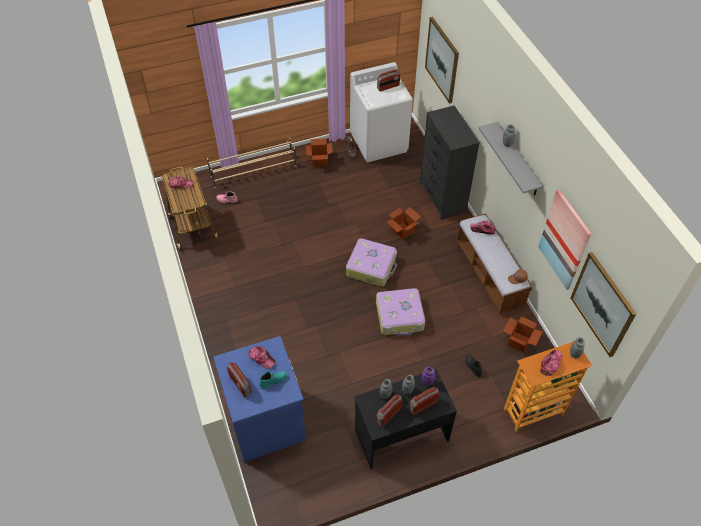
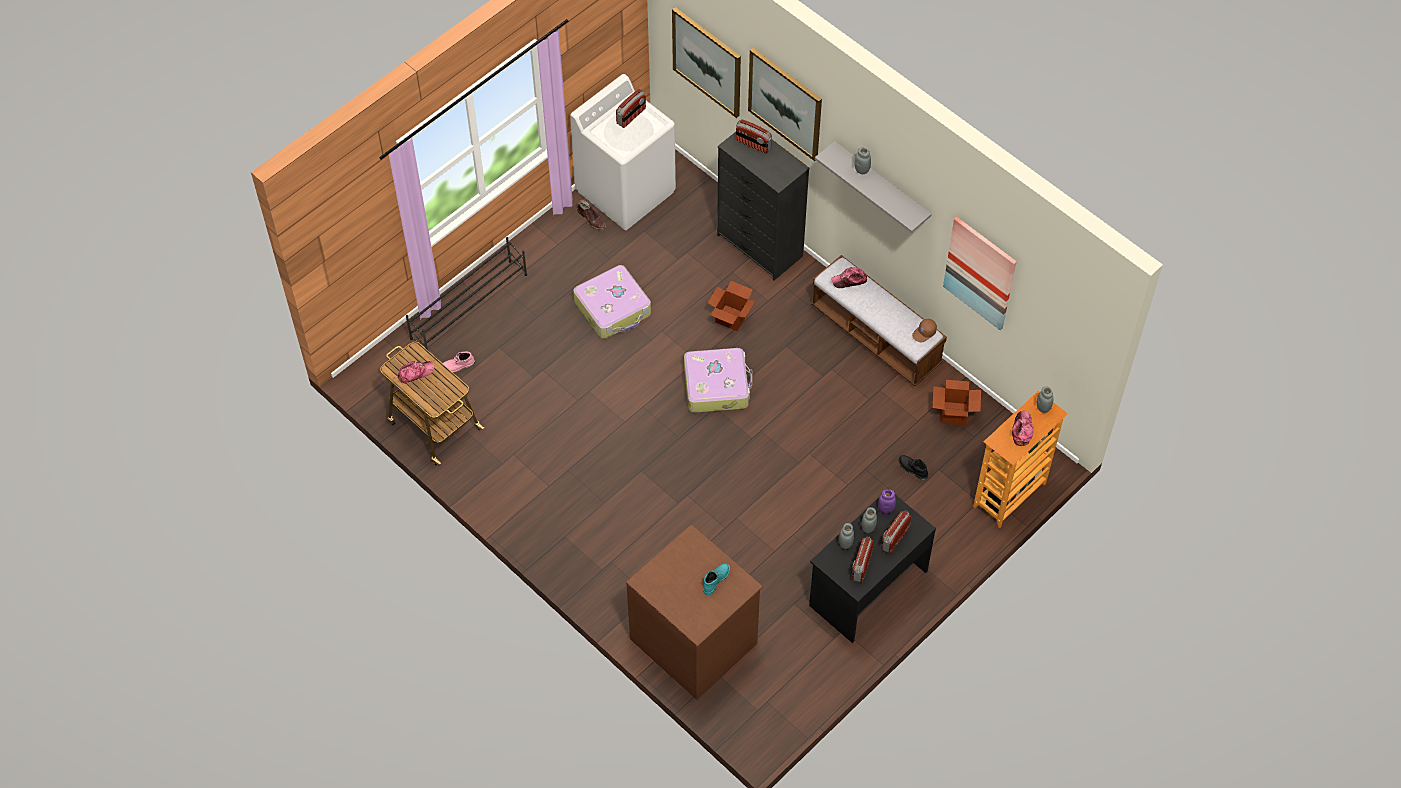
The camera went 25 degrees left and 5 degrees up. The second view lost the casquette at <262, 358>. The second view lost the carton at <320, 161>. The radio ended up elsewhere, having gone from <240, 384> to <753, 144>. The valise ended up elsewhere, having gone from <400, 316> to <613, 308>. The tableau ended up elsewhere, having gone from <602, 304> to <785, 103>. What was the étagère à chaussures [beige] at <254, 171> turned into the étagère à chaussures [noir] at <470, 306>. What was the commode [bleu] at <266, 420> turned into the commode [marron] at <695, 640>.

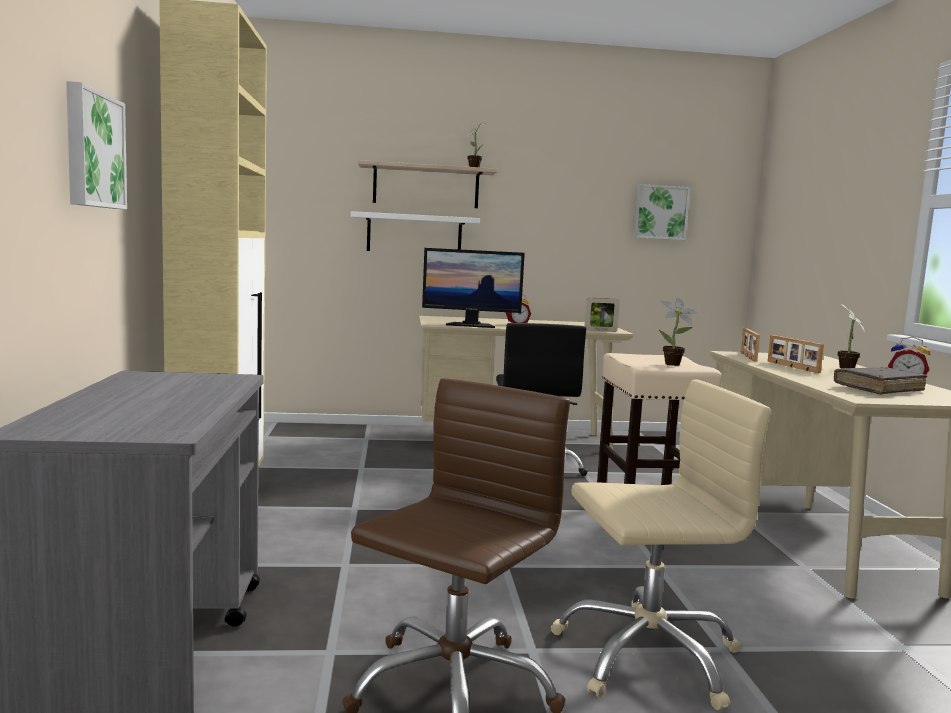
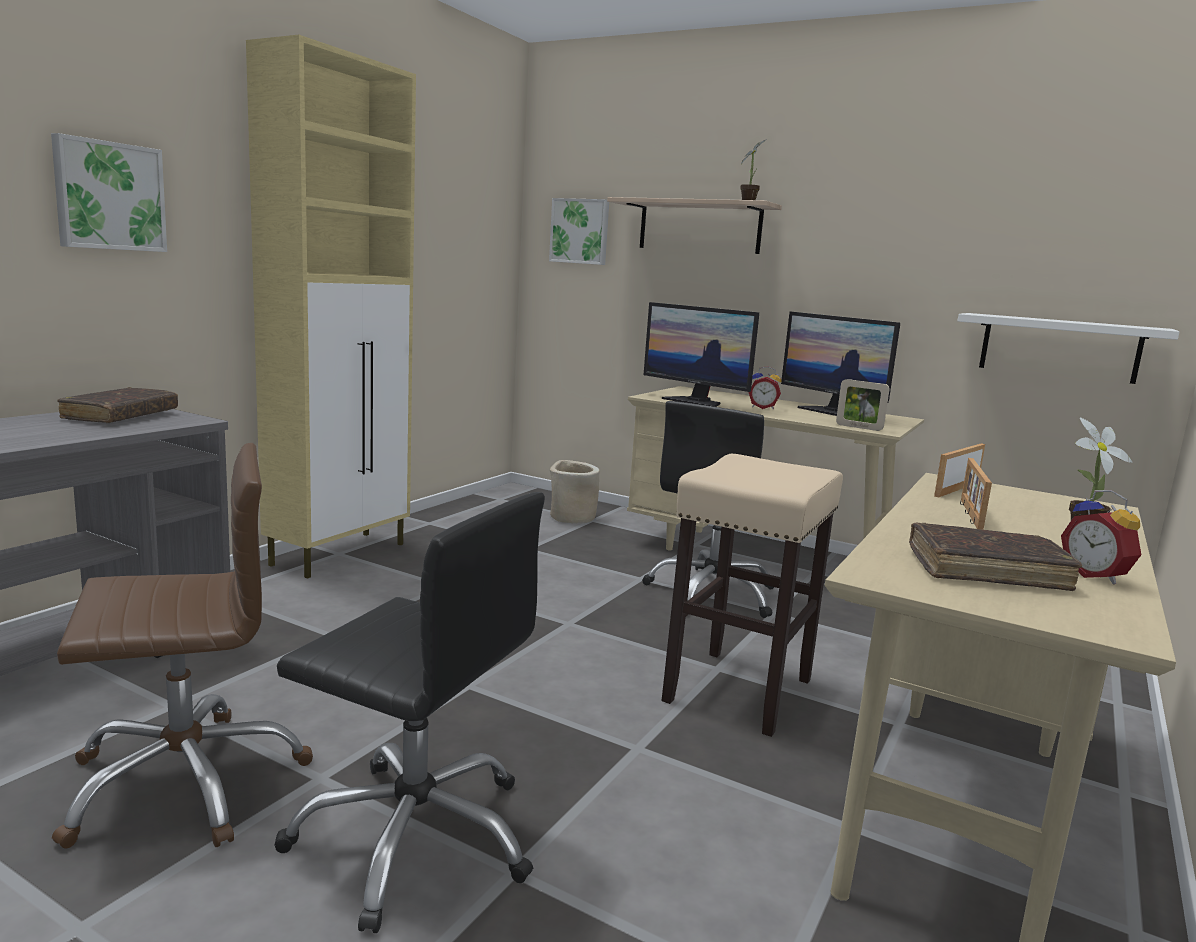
The camera went 35 degrees right and 5 degrees up. The second view lost the plante en pot at <674, 365>. The second view gained the livre [marron] at <121, 416>. The second view gained the cache-pot [beige] at <571, 517>. The second view gained the écran d'ordinateur at <832, 412>. The étagère [blanc] ended up elsewhere, having gone from <414, 234> to <1059, 348>. The tableau ended up elsewhere, having gone from <660, 212> to <580, 231>. What was the chaise de bureau [beige] at <647, 655> turned into the chaise de bureau [noir] at <415, 836>.

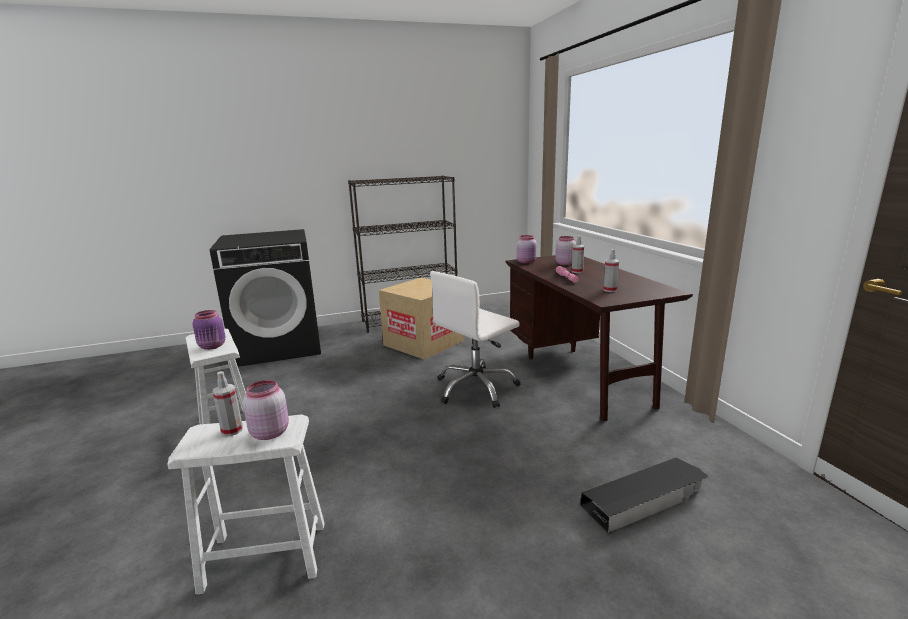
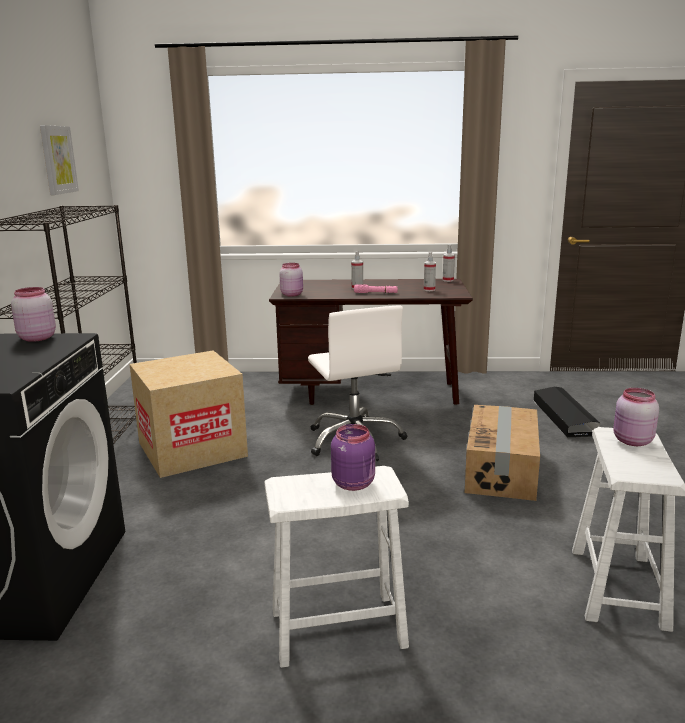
The camera went 70 degrees left and 0 degrees up. The second view gained the tableau at <58, 160>. The second view gained the carton at <502, 469>. The vaporisateur ended up elsewhere, having gone from <232, 430> to <448, 280>. The bocal [rose] ended up elsewhere, having gone from <565, 263> to <36, 338>.

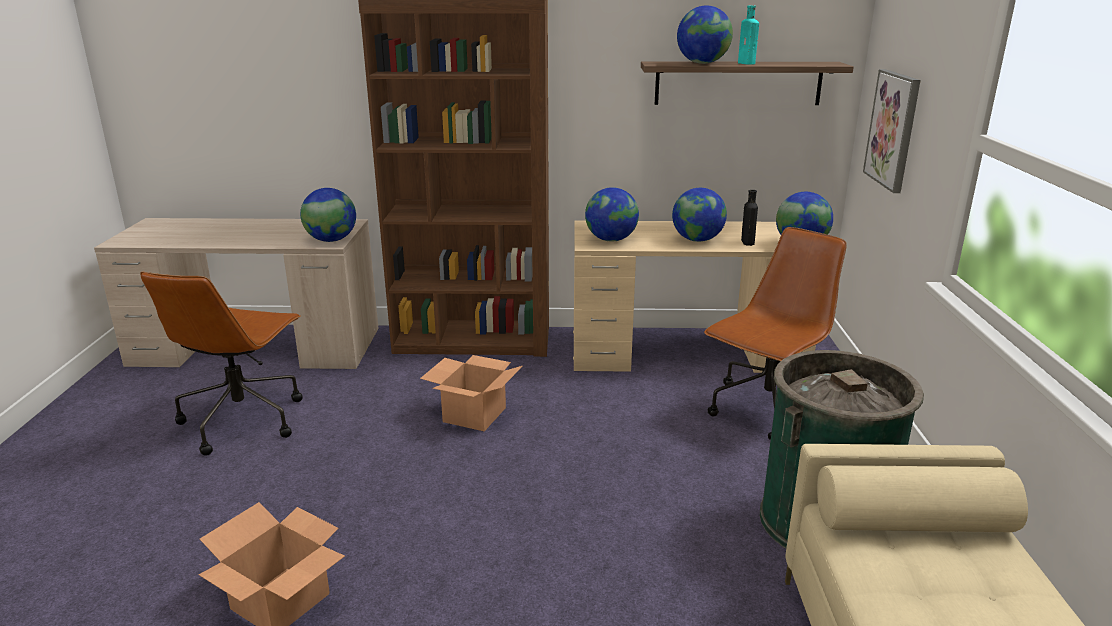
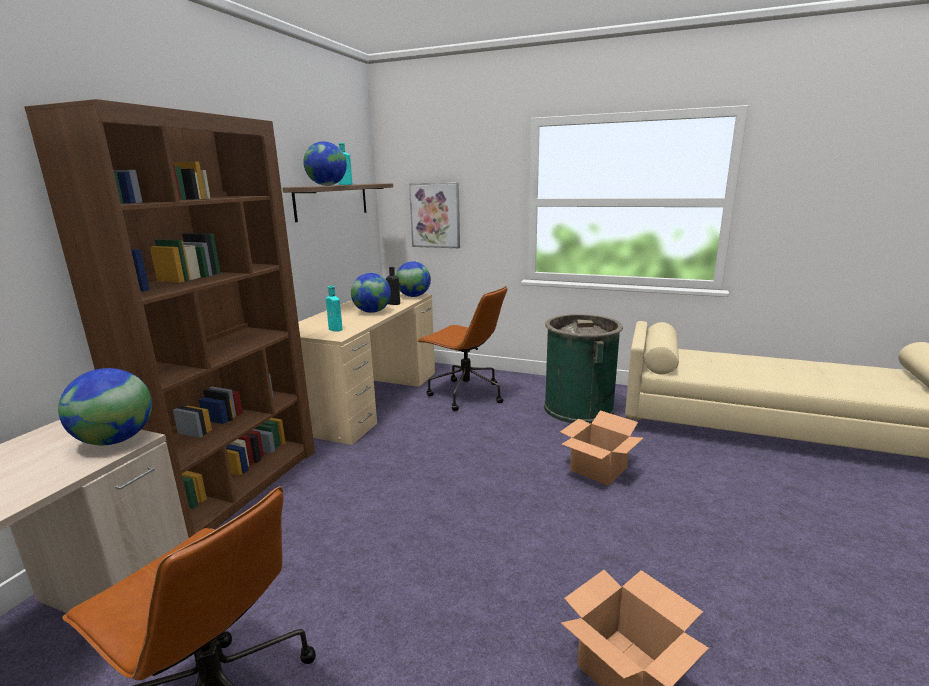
The camera went 70 degrees left and 5 degrees down. The carton ended up elsewhere, having gone from <474, 415> to <599, 469>. Where the globe stood at <611, 240>, the bouteille [turquoise] came to stand at <336, 329>. The chaise de bureau [marron] at <766, 411> ended up facing another way, 150 degrees clockwise from before.

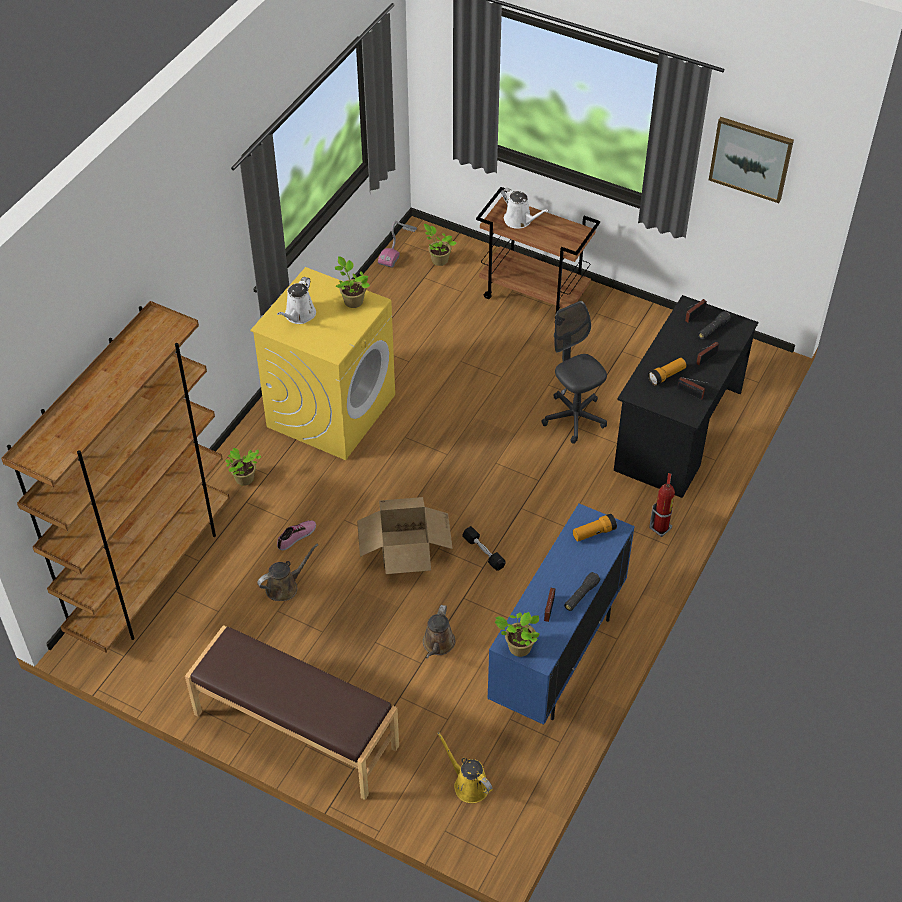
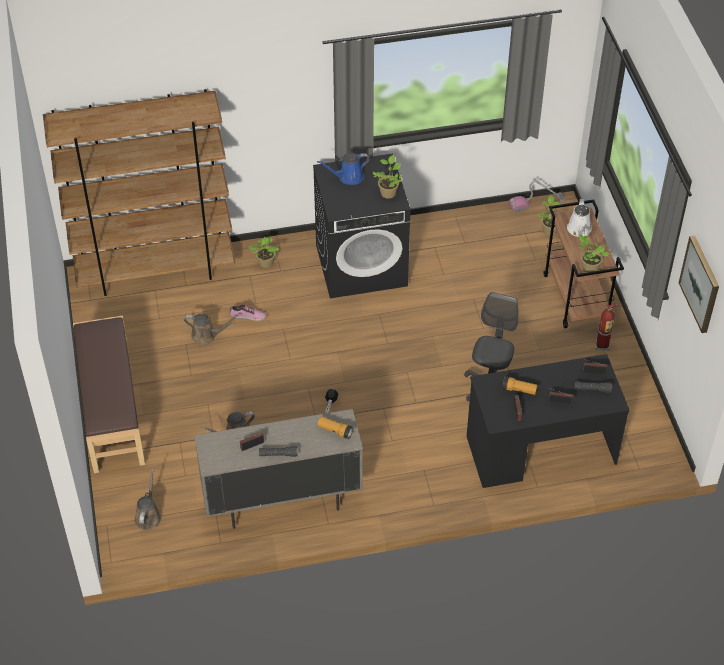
The camera went 50 degrees right and 0 degrees up. The second view lost the carton at <405, 548>. The plante en pot ended up elsewhere, having gone from <518, 648> to <588, 267>. The extincteur ended up elsewhere, having gone from <660, 528> to <602, 345>. What was the lave-linge [jaune] at <331, 410> turned into the lave-linge [noir] at <362, 265>. What was the arrosoir [blanc] at <299, 315> turned into the arrosoir [bleu] at <348, 177>. What was the arrosoir [jaune] at <468, 784> turned into the arrosoir [marron] at <148, 516>. What was the meuble de rangement [bleu] at <557, 659> turned into the meuble de rangement [beige] at <282, 502>.

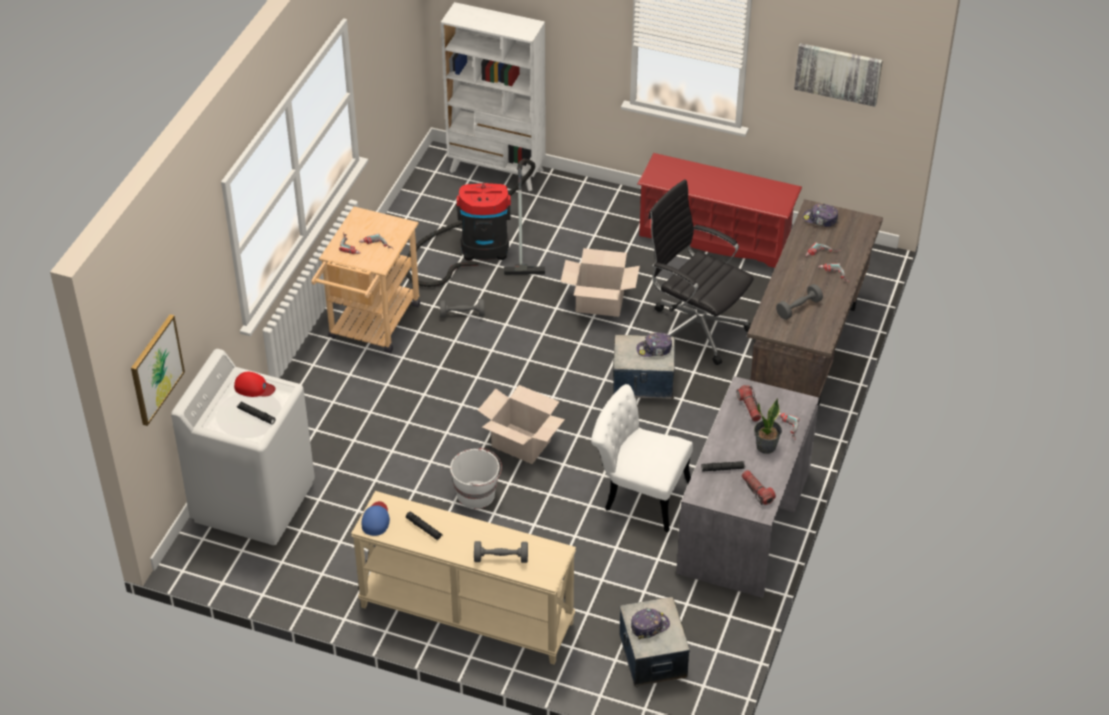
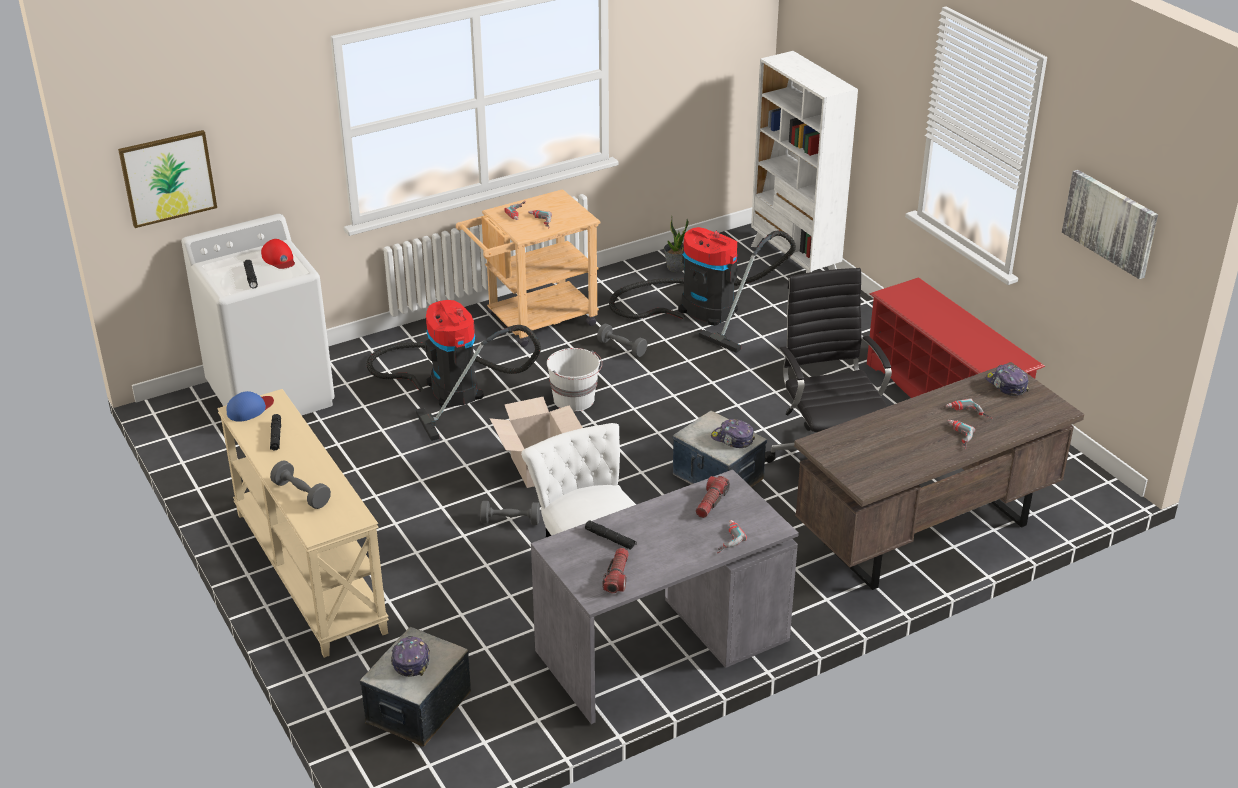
The camera went 40 degrees right and 10 degrees down. The second view lost the carton at <600, 302>. The second view gained the aspirateur at <450, 387>. The seau [blanc] ended up elsewhere, having gone from <476, 494> to <574, 400>. The plante en pot ended up elsewhere, having gone from <766, 446> to <675, 267>. The haltère [gris] ended up elsewhere, having gone from <798, 308> to <510, 521>. The casquette at <649, 626> ended up facing another way, 105 degrees counterclockwise from before.

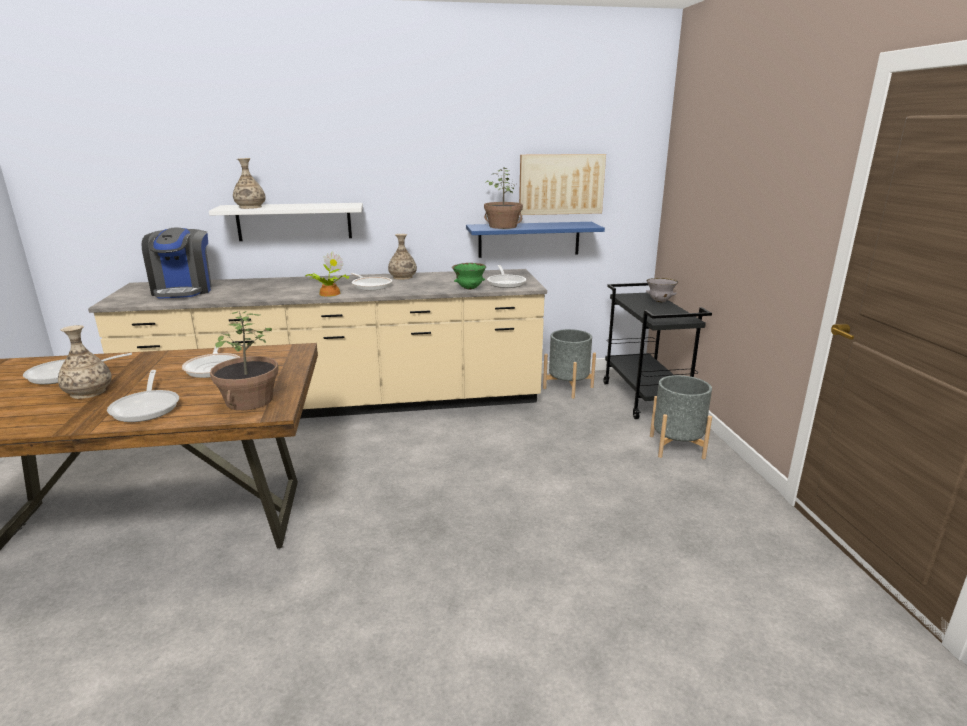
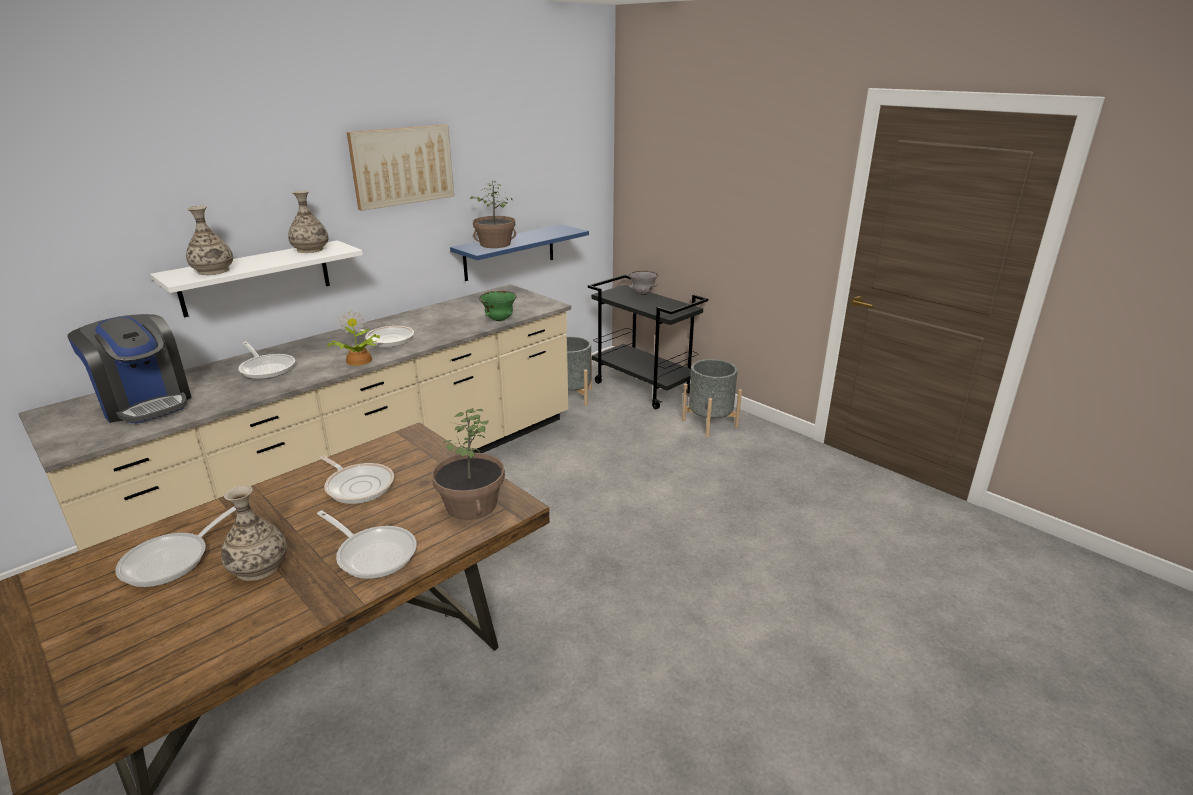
The camera went 35 degrees left and 5 degrees up. The vase ended up elsewhere, having gone from <403, 277> to <310, 249>. The poêle ended up elsewhere, having gone from <506, 283> to <267, 368>. The tableau ended up elsewhere, having gone from <561, 184> to <402, 166>.

